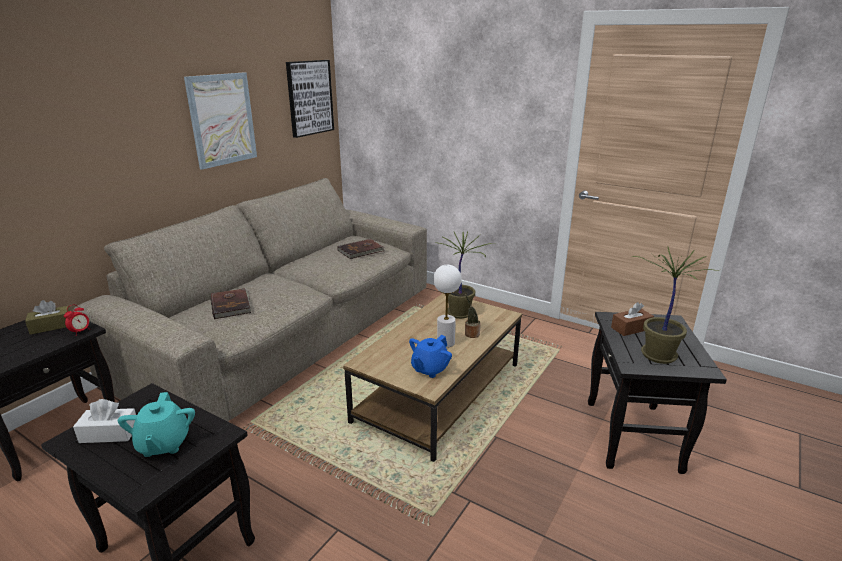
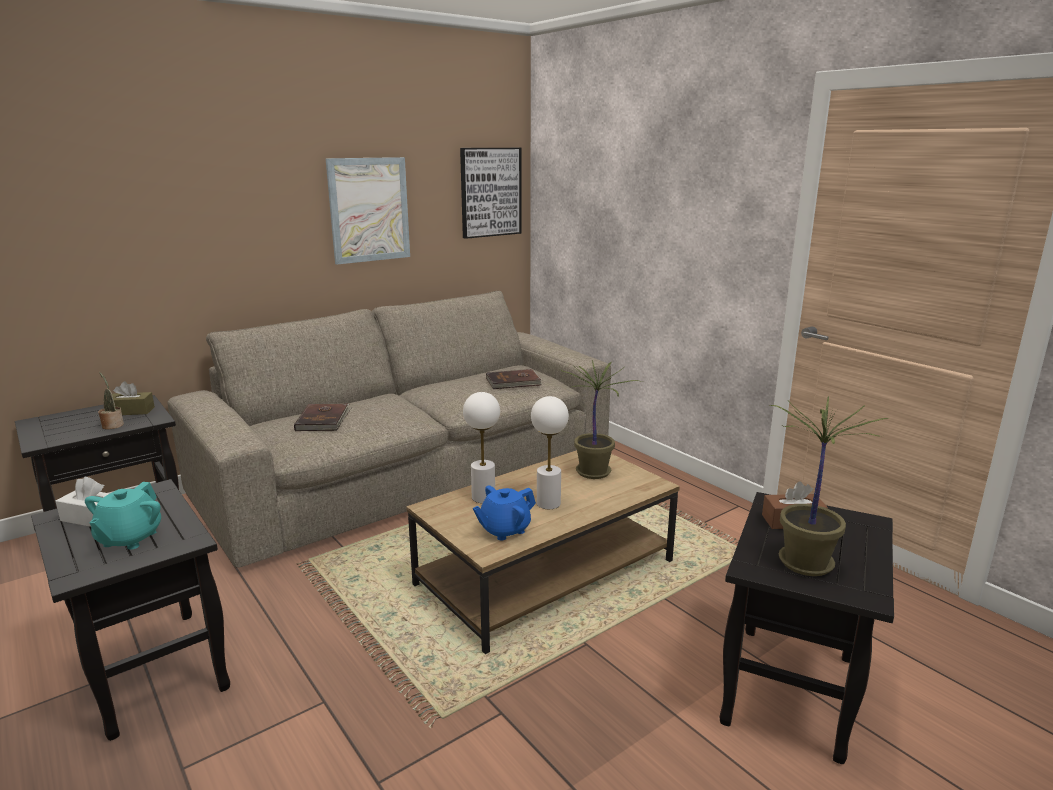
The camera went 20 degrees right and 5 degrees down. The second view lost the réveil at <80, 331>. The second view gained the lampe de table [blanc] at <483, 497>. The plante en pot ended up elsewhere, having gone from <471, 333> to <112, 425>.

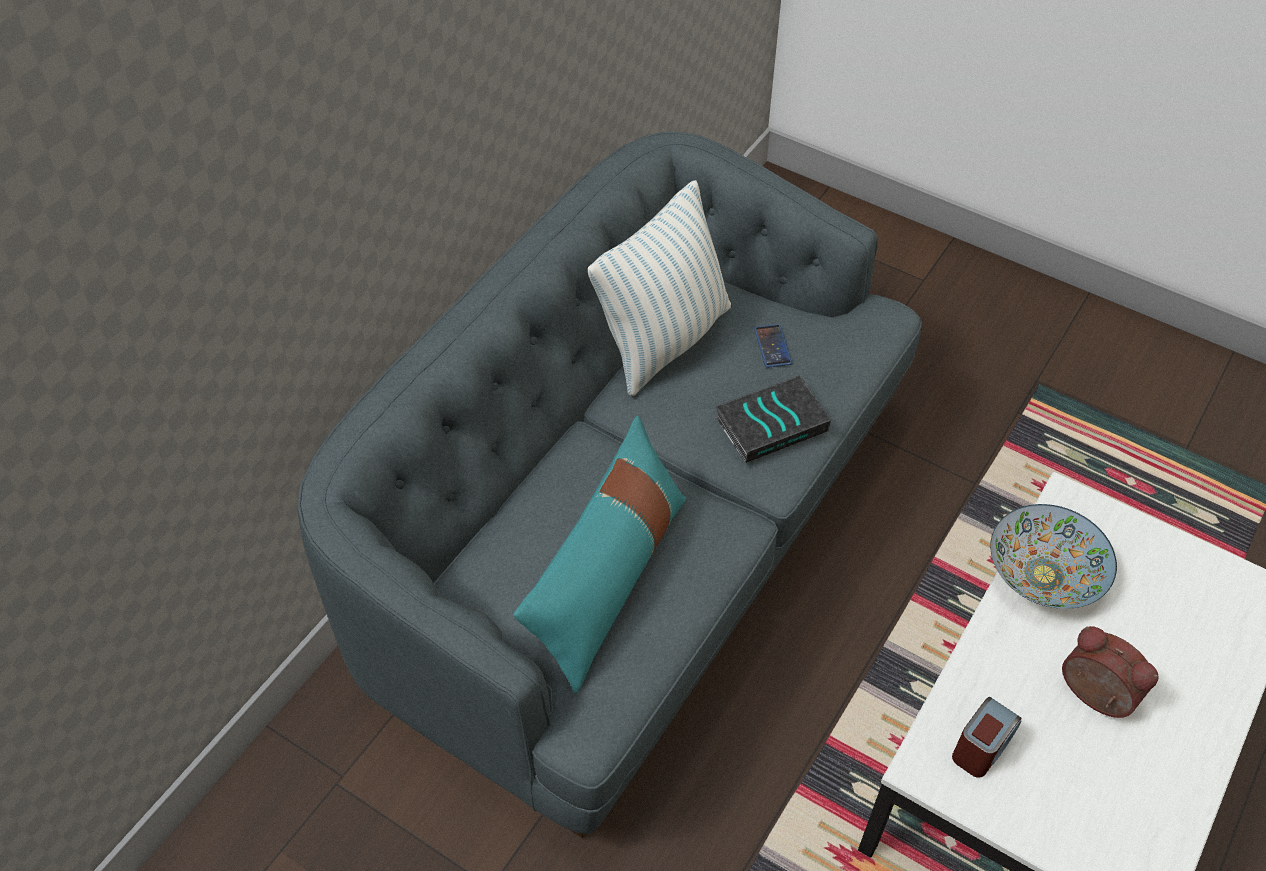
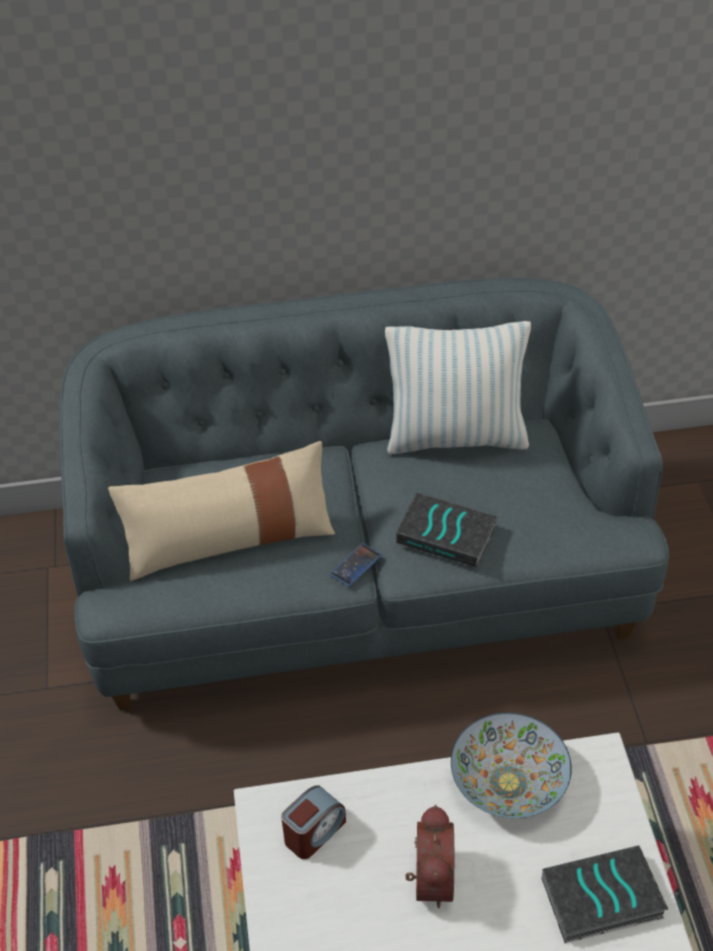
The camera went 50 degrees right and 5 degrees down. The second view gained the livre at <601, 900>. The téléphone ended up elsewhere, having gone from <772, 346> to <355, 565>. What was the coussin [turquoise] at <608, 579> turned into the coussin [beige] at <229, 539>. The réveil at <981, 747> ended up facing another way, 45 degrees counterclockwise from before.

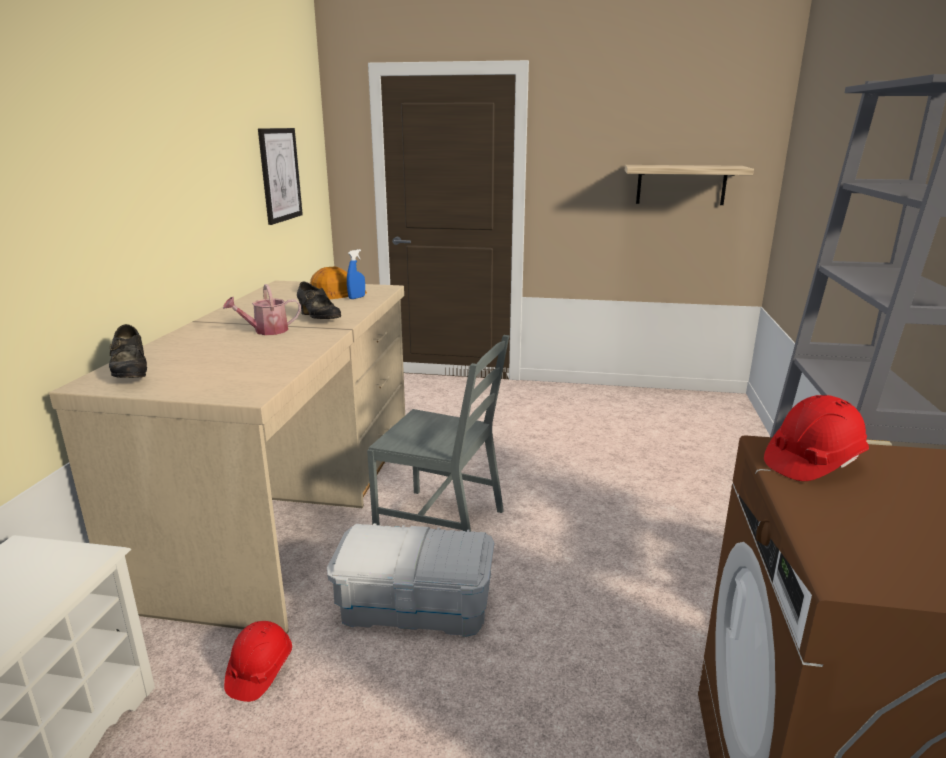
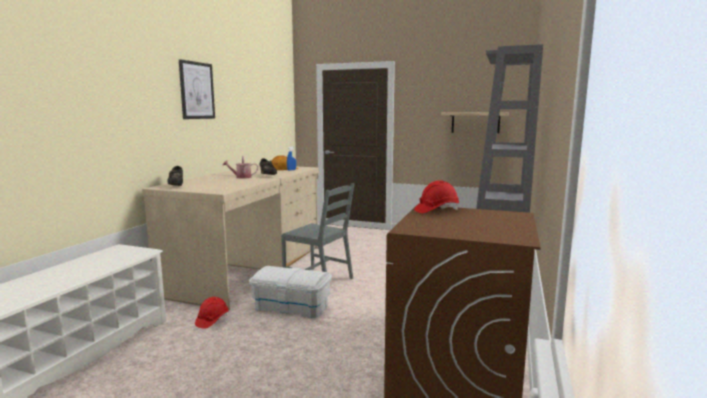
The camera went 10 degrees right and 10 degrees down. The tableau ended up elsewhere, having gone from <280, 175> to <197, 90>.

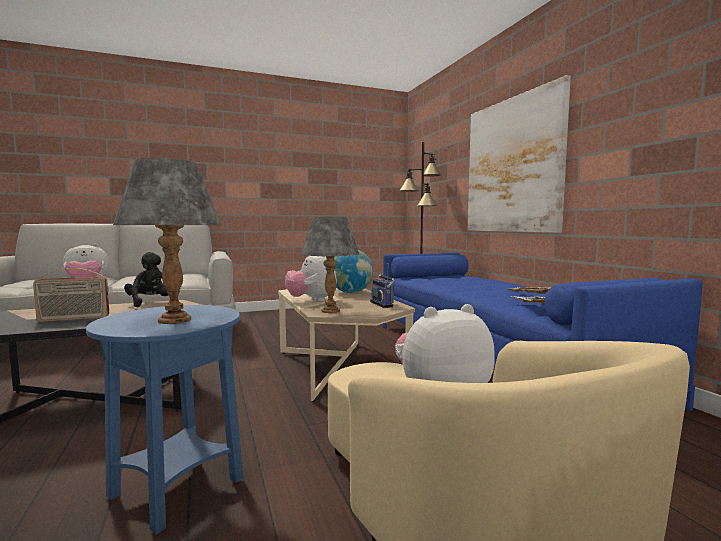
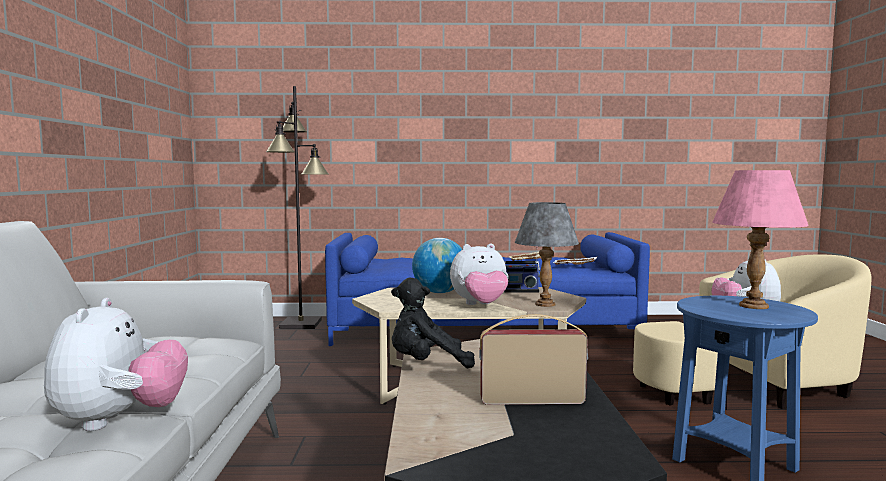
The camera went 70 degrees left and 0 degrees up. The second view lost the tableau at <512, 166>. What was the lampe de table [gris] at <175, 320> turned into the lampe de table [rose] at <753, 306>. The radio at <74, 319> ended up facing another way, 90 degrees counterclockwise from before.

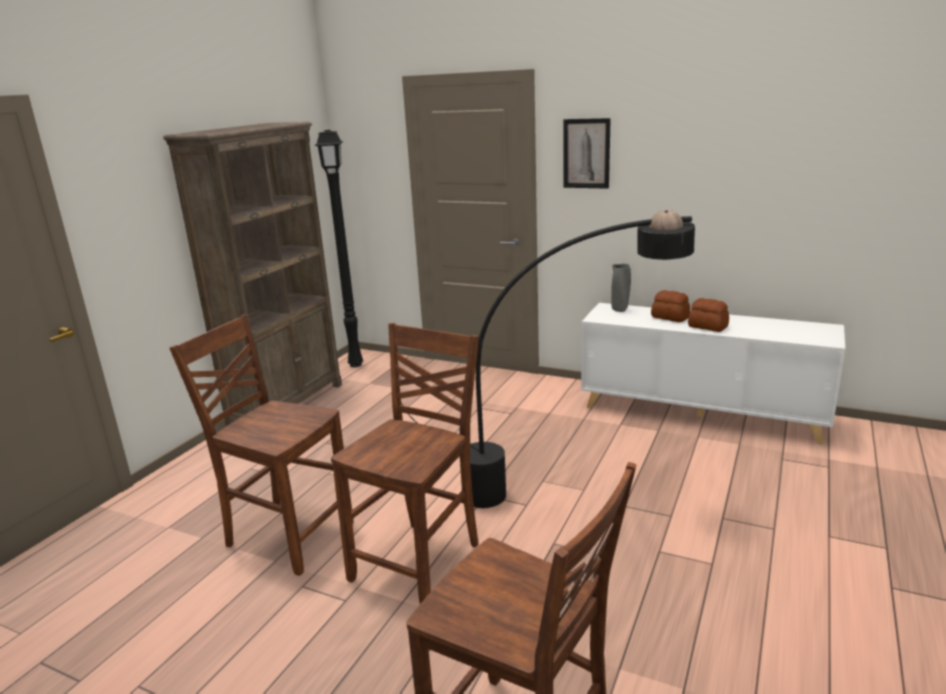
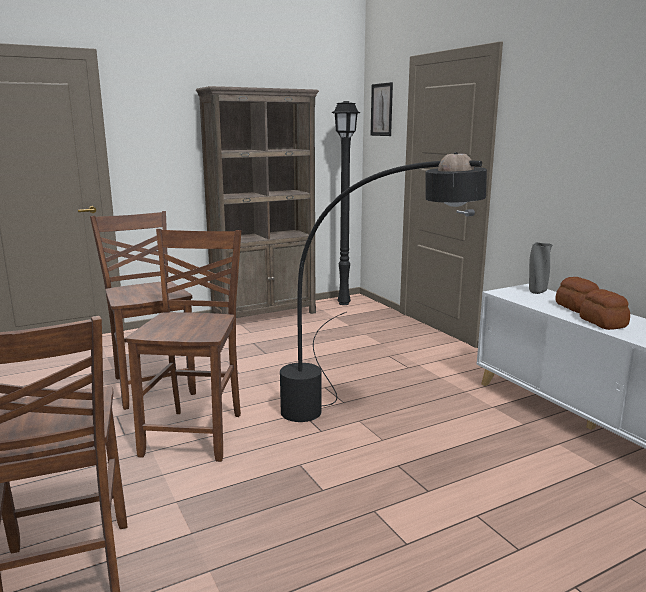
The camera went 35 degrees right and 5 degrees down. The tableau ended up elsewhere, having gone from <586, 153> to <381, 109>. The chaise [marron] at <420, 562> ended up facing another way, 60 degrees counterclockwise from before.

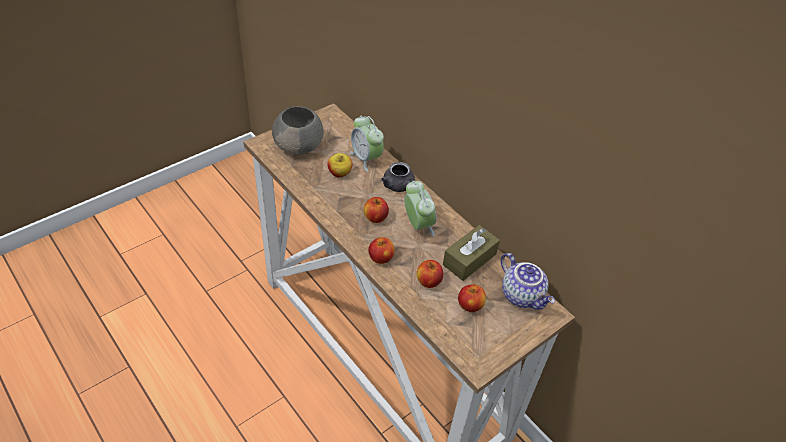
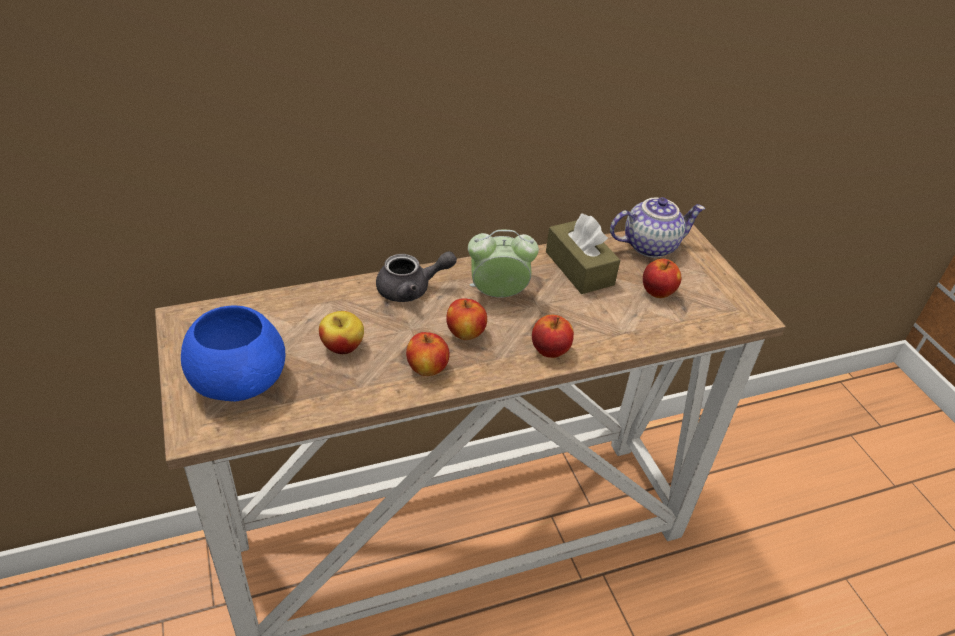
The camera went 70 degrees left and 5 degrees down. The second view lost the réveil at <366, 158>. The pomme ended up elsewhere, having gone from <428, 282> to <427, 368>. What was the bol [gris] at <299, 145> turned into the bol [bleu] at <239, 379>.

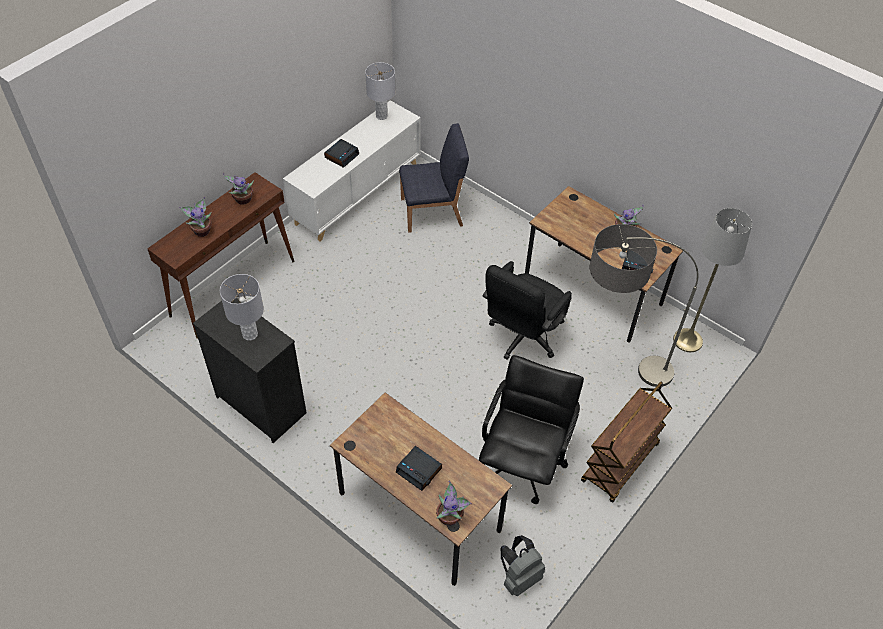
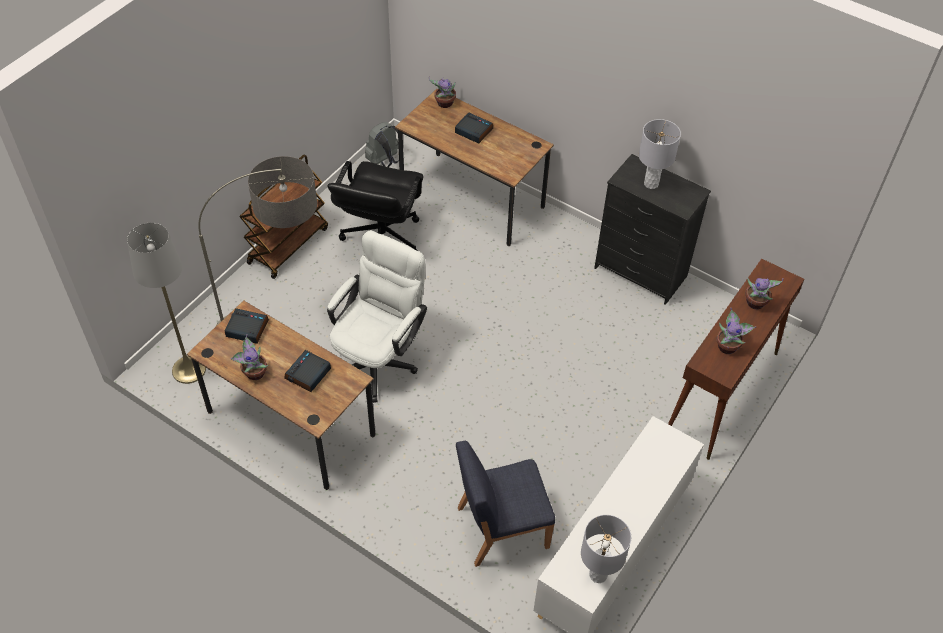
The camera went 175 degrees right and 0 degrees up. The réveil ended up elsewhere, having gone from <342, 156> to <308, 374>. What was the chaise de bureau [noir] at <522, 338> turned into the chaise de bureau [blanc] at <379, 358>.

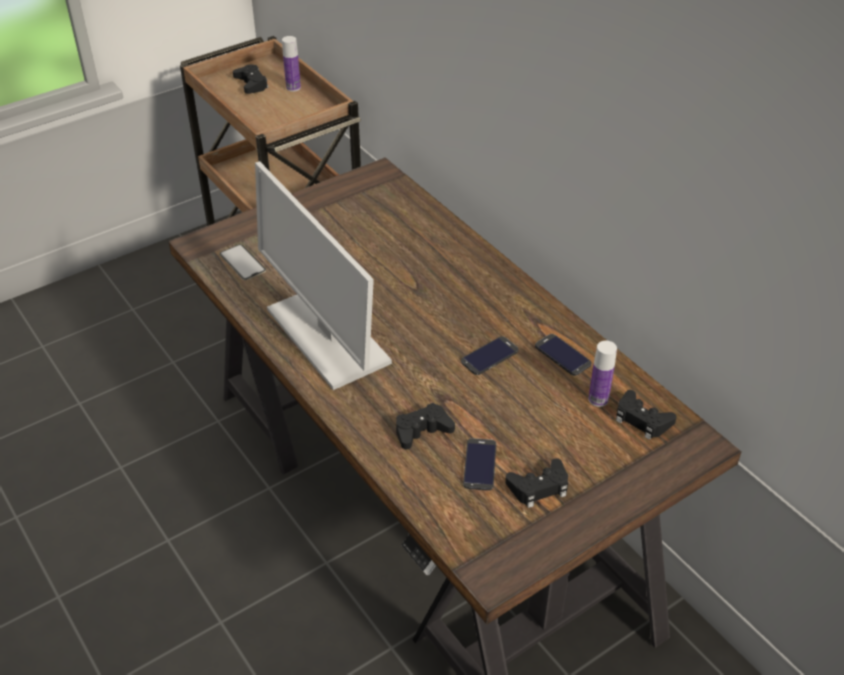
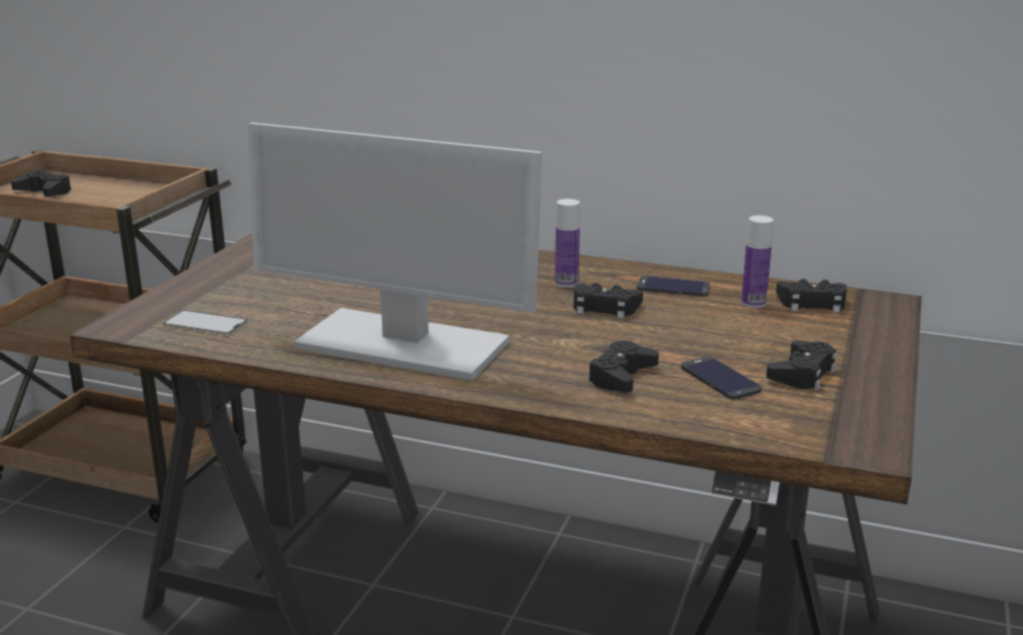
The camera went 35 degrees left and 20 degrees down. The bouteille ended up elsewhere, having gone from <293, 87> to <566, 283>. Where the téléphone stood at <489, 356>, the manette [noir] came to stand at <604, 308>.

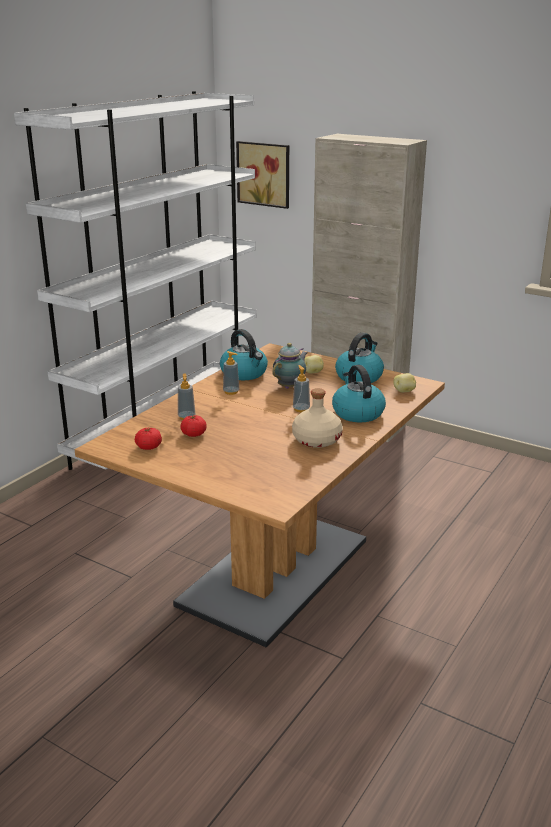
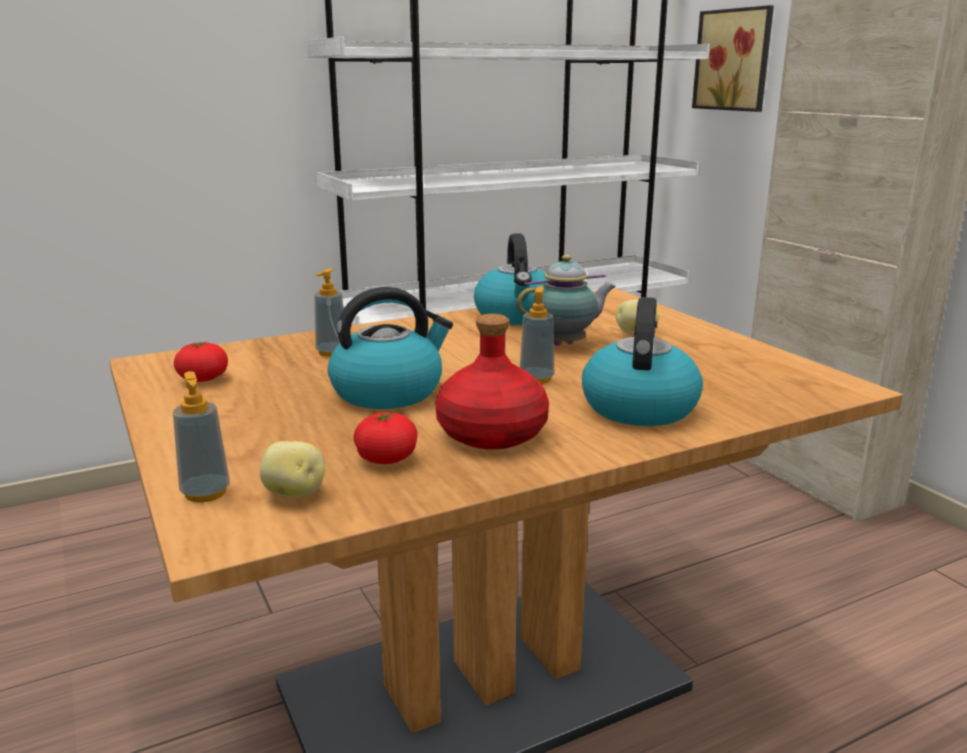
The camera went 30 degrees right and 5 degrees down. The tomate ended up elsewhere, having gone from <193, 434> to <386, 459>. The distributeur de savon ended up elsewhere, having gone from <231, 392> to <205, 493>. The bouilloire ended up elsewhere, having gone from <359, 376> to <389, 392>. The pomme de terre ended up elsewhere, having gone from <404, 391> to <294, 493>. What was the bouteille [beige] at <316, 439> turned into the bouteille [rouge] at <491, 433>.

